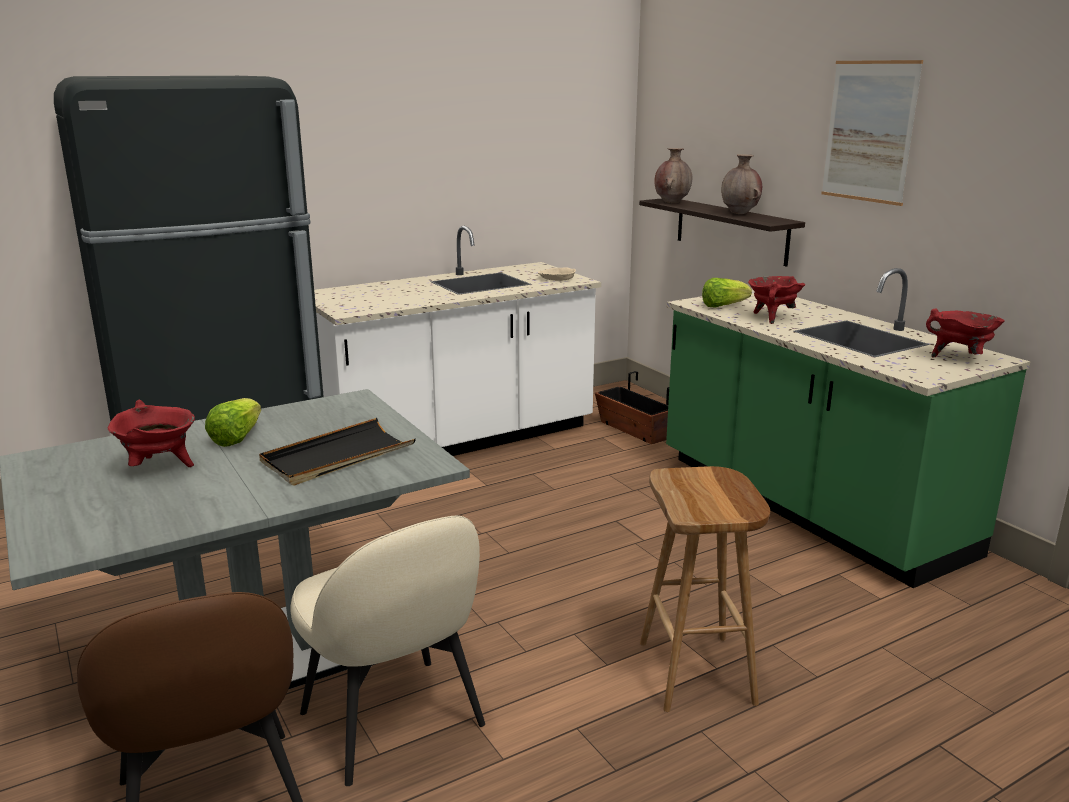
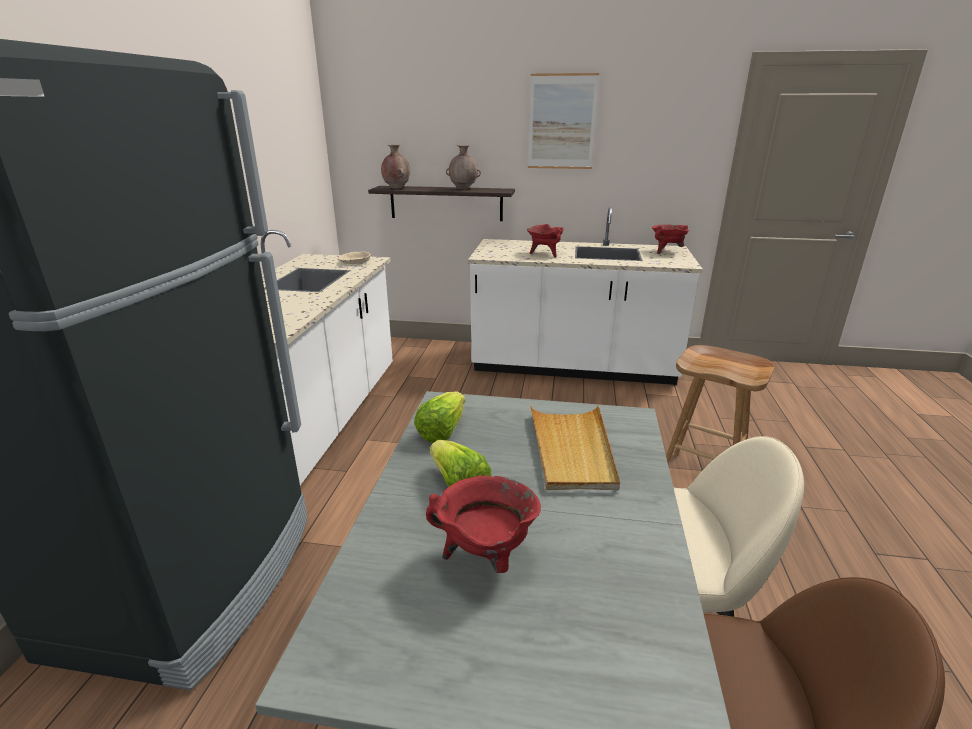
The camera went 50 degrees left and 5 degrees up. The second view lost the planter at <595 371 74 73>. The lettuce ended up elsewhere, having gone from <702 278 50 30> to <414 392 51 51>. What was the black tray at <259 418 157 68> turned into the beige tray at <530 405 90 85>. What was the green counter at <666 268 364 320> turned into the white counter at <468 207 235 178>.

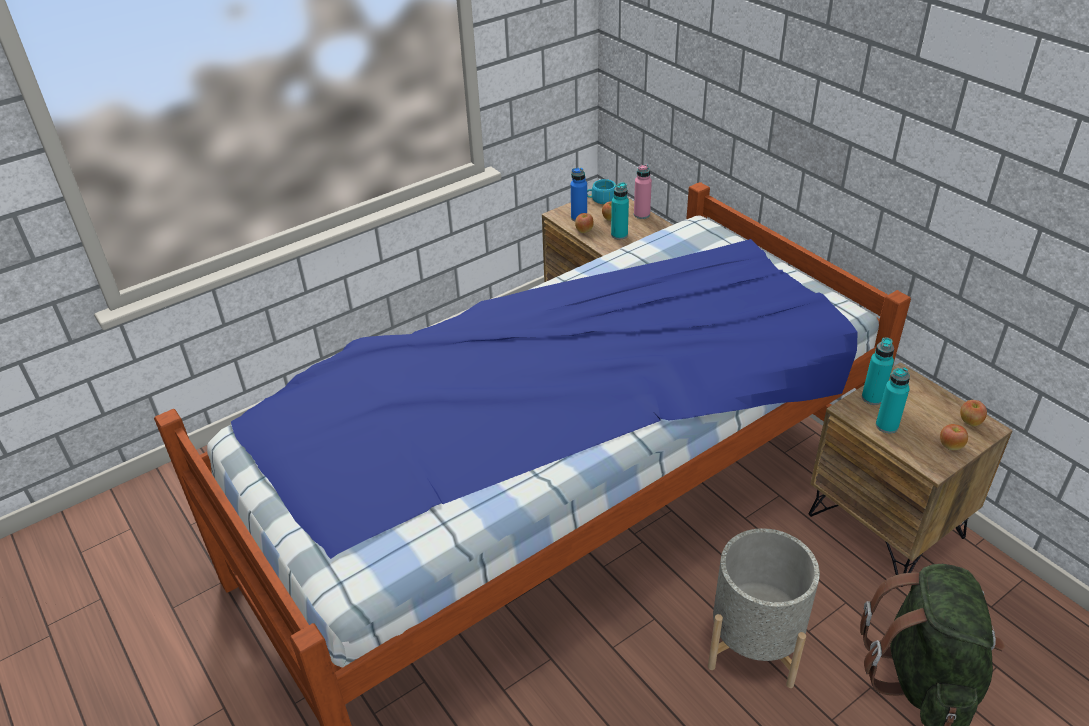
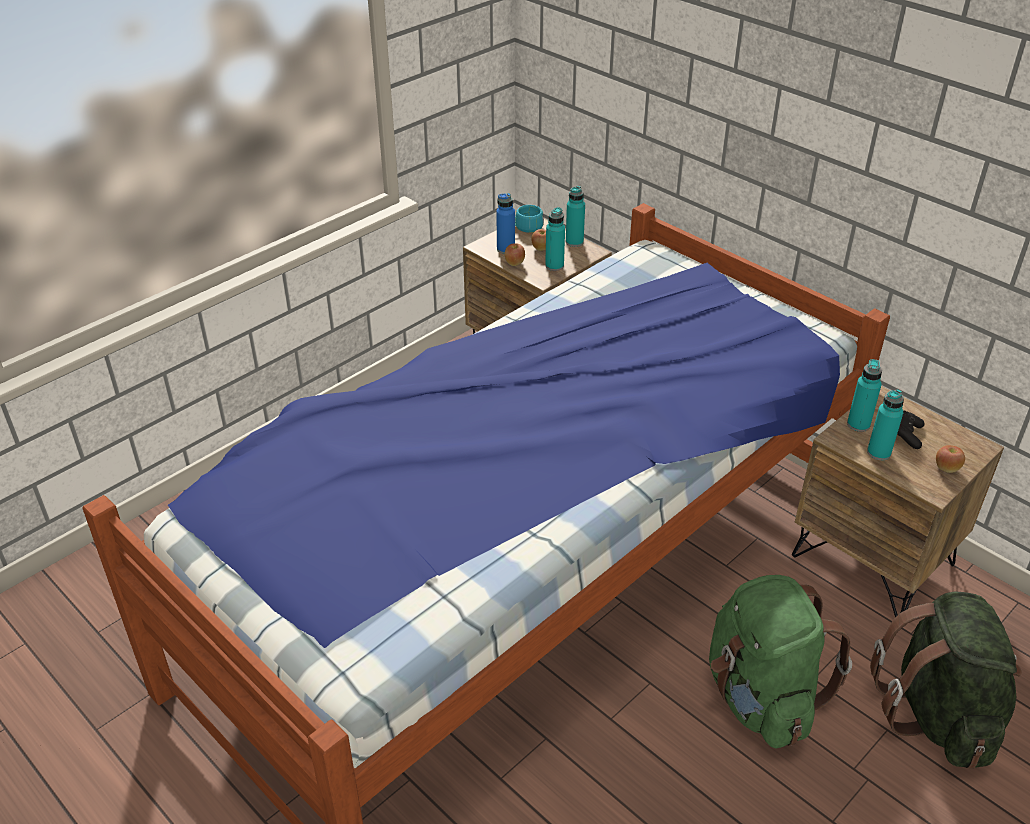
The camera went 10 degrees left and 0 degrees up. The second view lost the apple at <960 400 27 26>. The second view gained the black game controller at <897 410 28 39>. Where the grey planter stood at <708 528 112 160>, the green backpack came to stand at <709 575 143 174>. What was the pink bottle at <634 164 18 55> turned into the turquoise bottle at <566 186 19 61>.

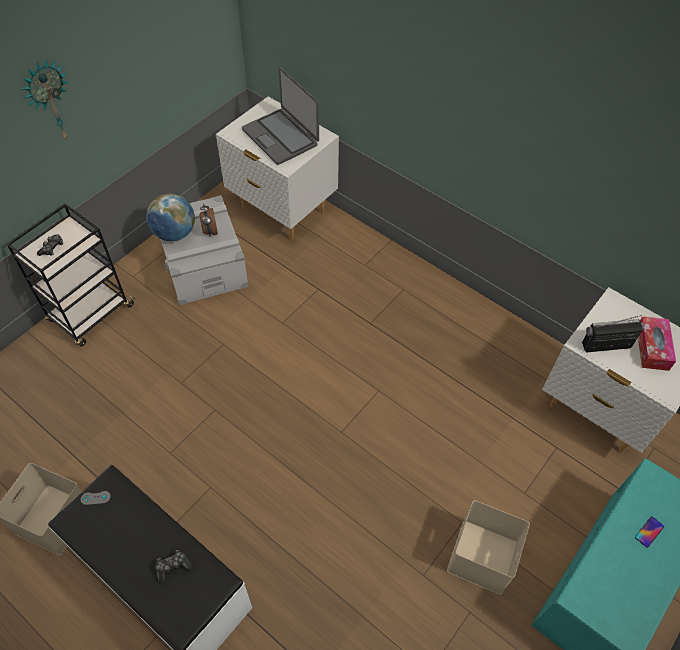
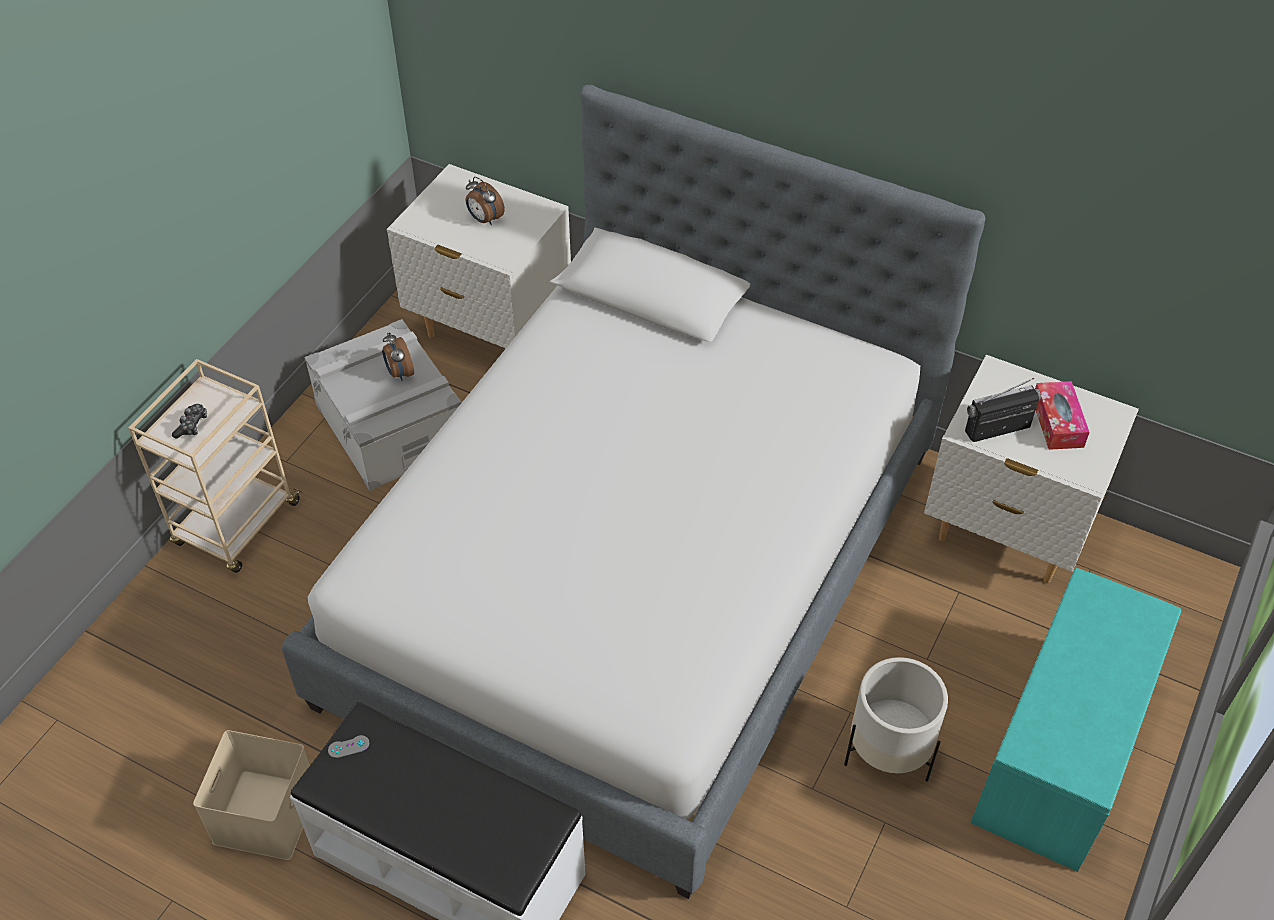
The camera went 10 degrees left and 5 degrees down. The second view lost the wall clock at <22 59 47 82>. The second view lost the globe at <147 194 48 47>. The second view lost the game controller at <155 550 38 34>. The second view lost the phone at <635 516 29 32>. The second view gained the bed at <282 85 703 814>. Where the laptop stood at <242 67 77 98>, the alarm clock came to stand at <466 177 39 48>. Where the beige storage box stood at <447 500 83 95>, the white planter came to stand at <844 657 104 125>. What was the black cart at <7 204 130 142> turned into the beige cart at <128 359 175 214>.

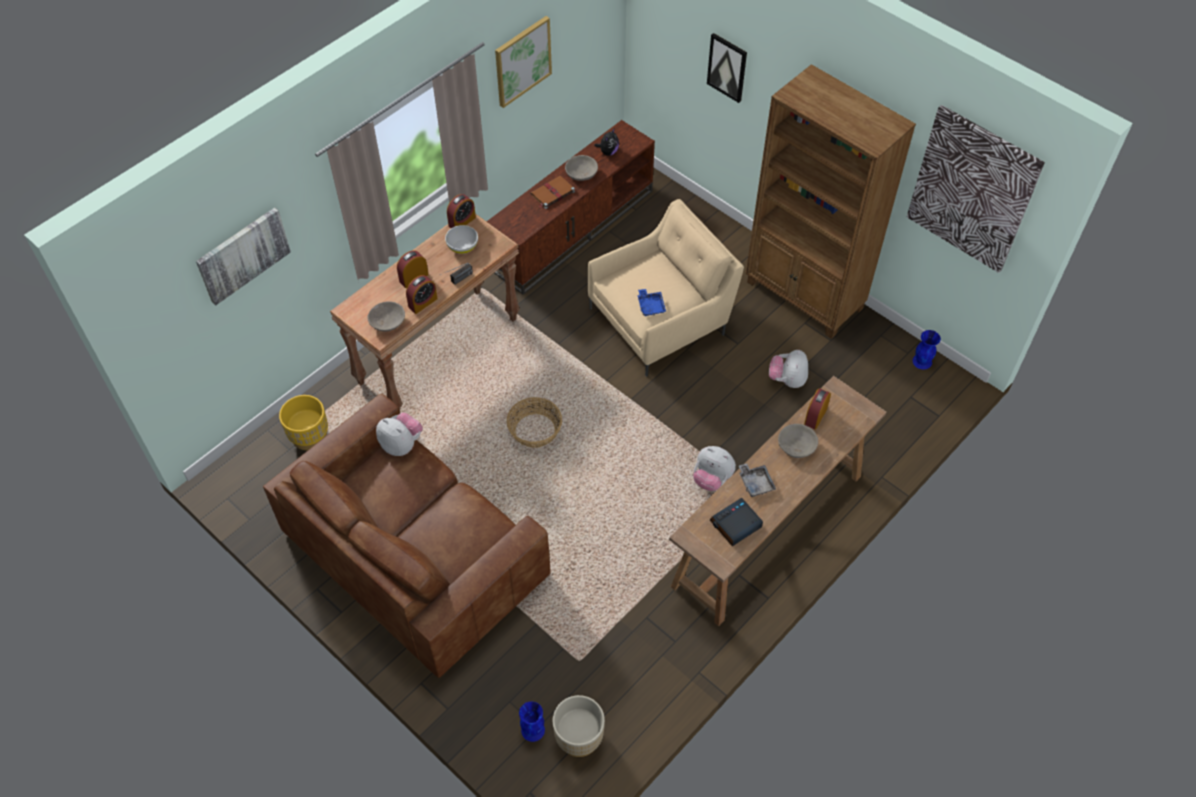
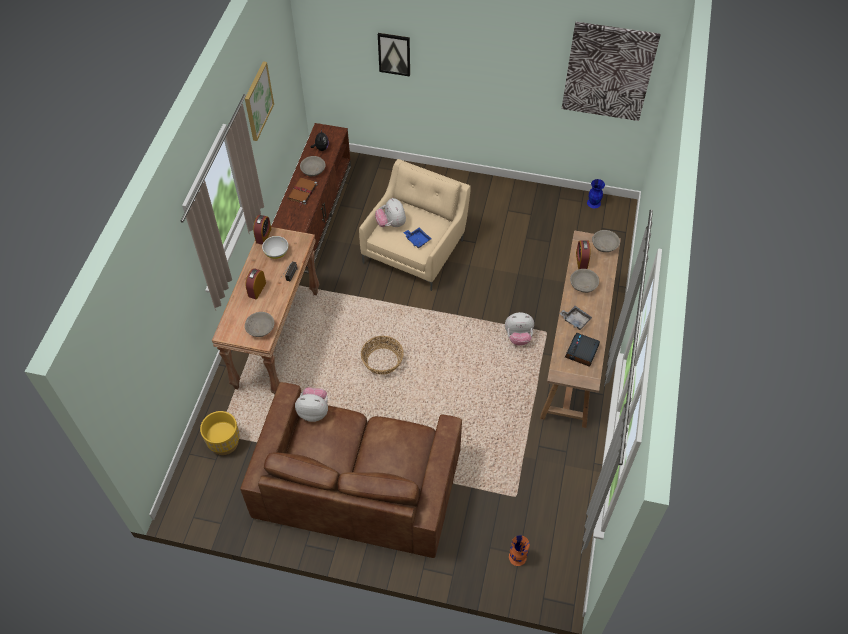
The camera went 30 degrees left and 0 degrees up. The second view lost the picture at <196 207 95 98>. The second view lost the alarm clock at <406 275 32 39>. The second view lost the beige planter at <553 695 52 62>. The second view lost the brown bookcase at <746 64 170 275>. The second view gained the grey bowl at <592 230 28 22>. The plush toy ended up elsewhere, having gone from <769 350 39 38> to <375 198 31 29>. What was the blue vase at <519 701 26 41> turned into the orange vase at <509 536 21 30>.

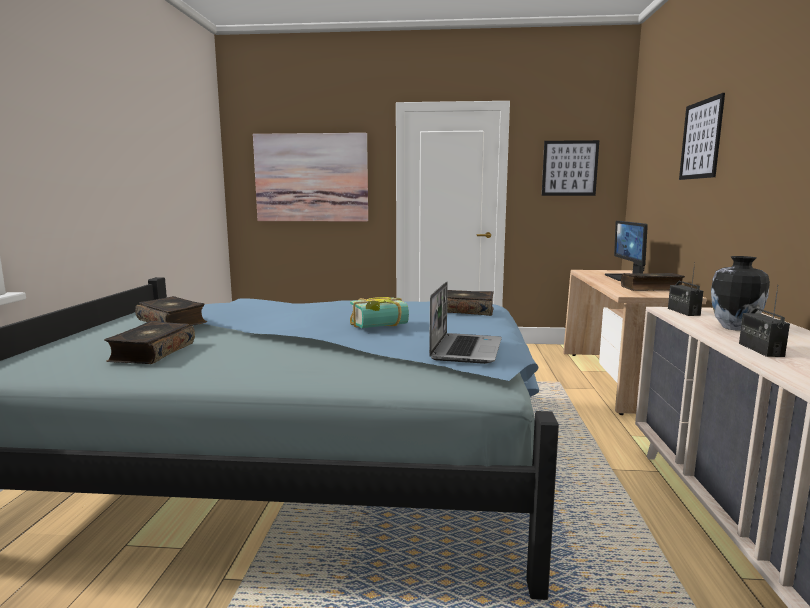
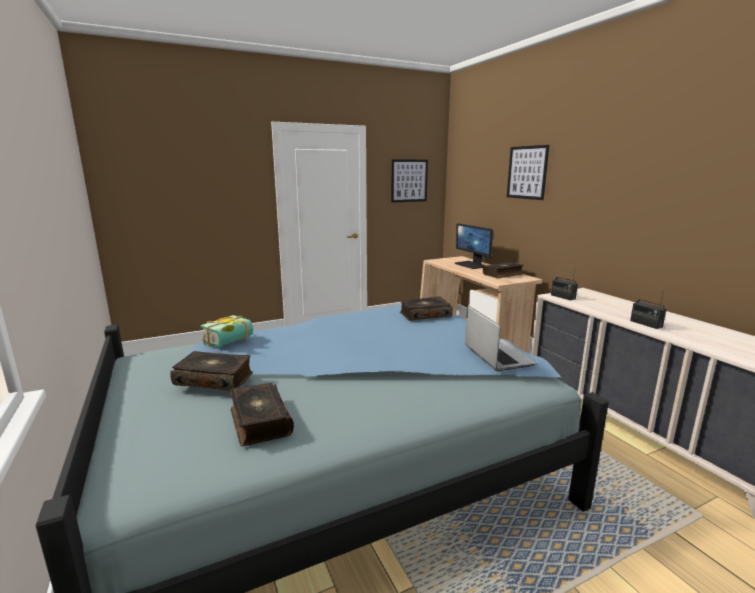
The camera went 30 degrees left and 5 degrees up. The second view lost the picture at <253 133 115 89>. The second view lost the vase at <711 256 59 75>. The book ended up elsewhere, having gone from <350 297 59 31> to <201 315 52 32>.

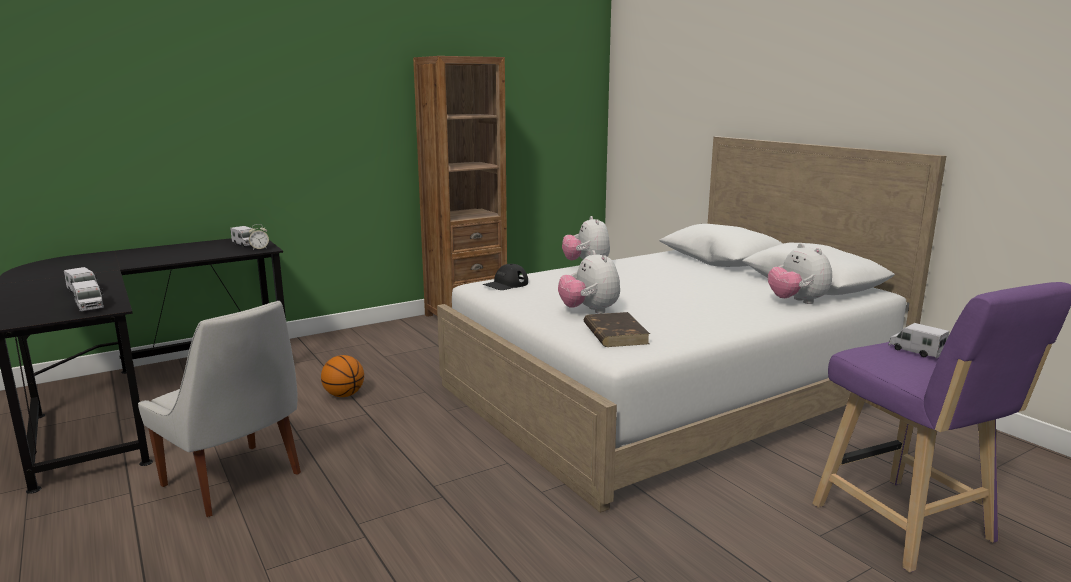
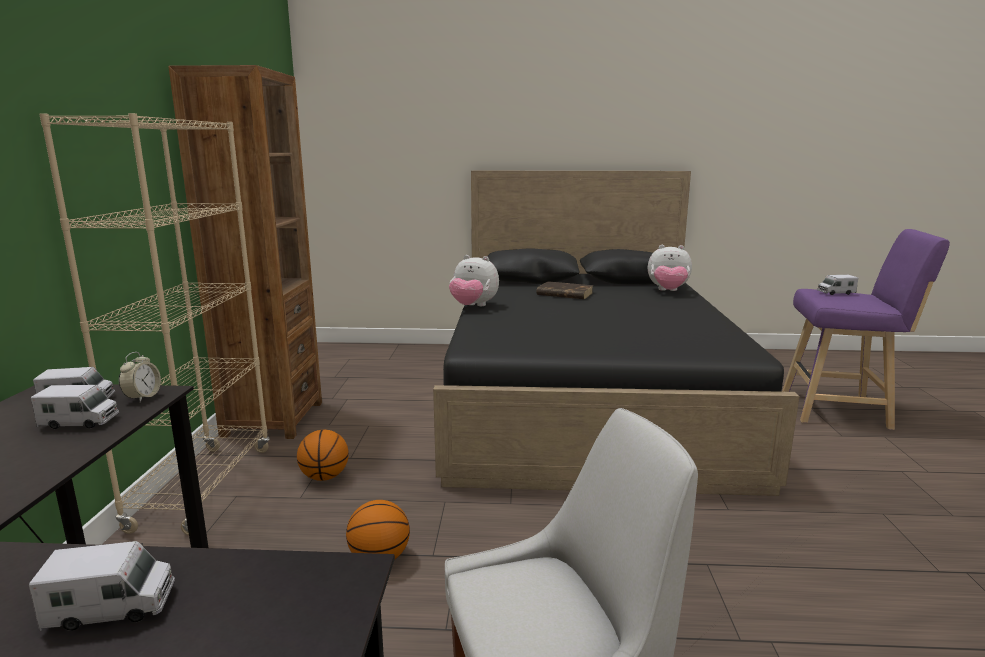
The camera went 55 degrees left and 0 degrees up. The second view lost the black cap at <483 264 45 26>. The second view lost the plush toy at <558 250 62 64>. The second view gained the beige bookcase at <39 113 231 422>. The second view gained the basketball at <297 430 52 51>. The toy truck ended up elsewhere, having gone from <72 280 32 32> to <31 385 88 44>. The brown book ended up elsewhere, having gone from <584 312 66 35> to <536 281 57 18>. What was the white bed at <437 136 509 377> turned into the black bed at <433 171 366 325>.

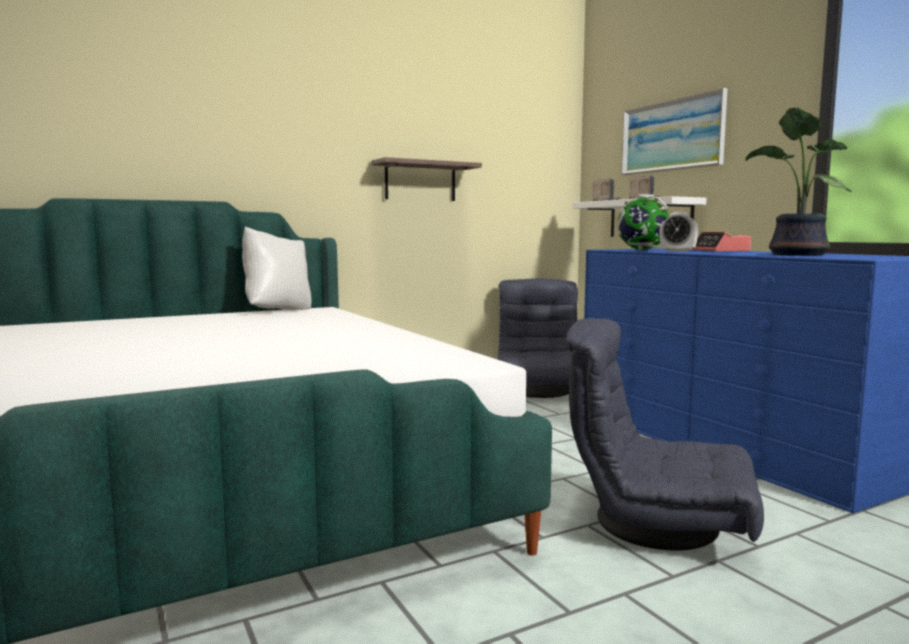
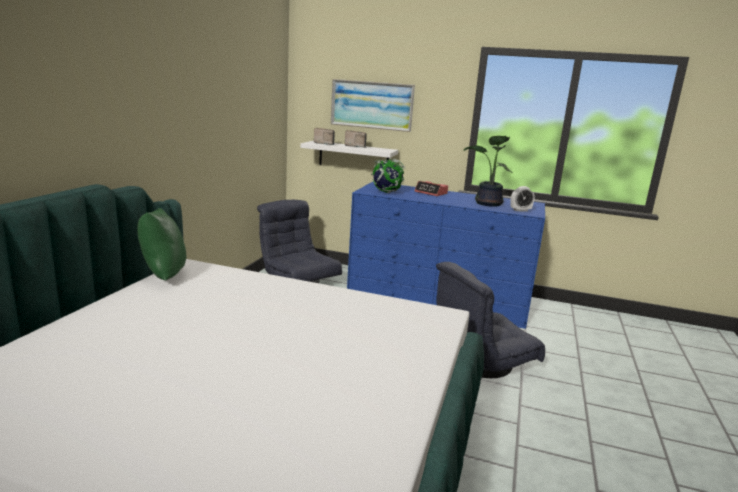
The camera went 45 degrees left and 10 degrees up. The second view lost the shelf at <371 157 111 44>. The alarm clock ended up elsewhere, having gone from <660 212 38 40> to <510 186 25 26>. What was the white pillow at <242 226 69 84> turned into the green pillow at <137 208 50 72>.

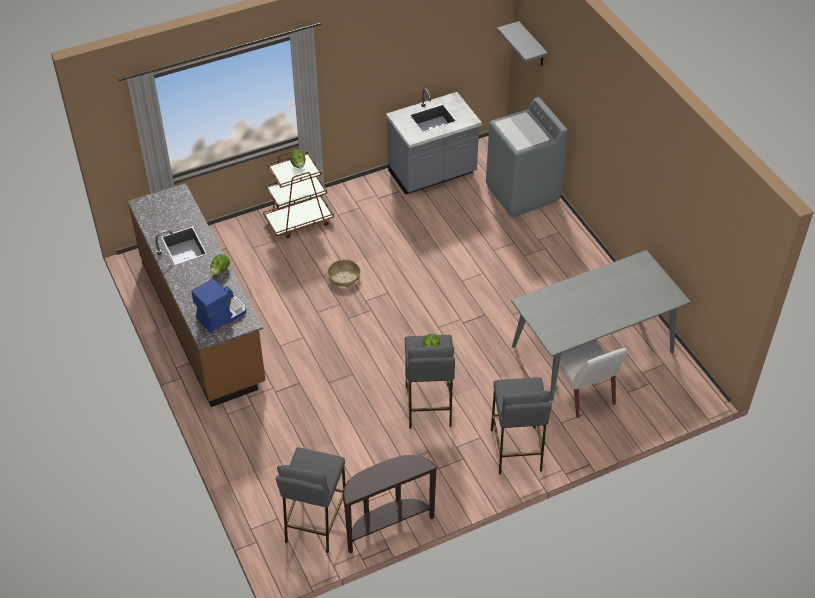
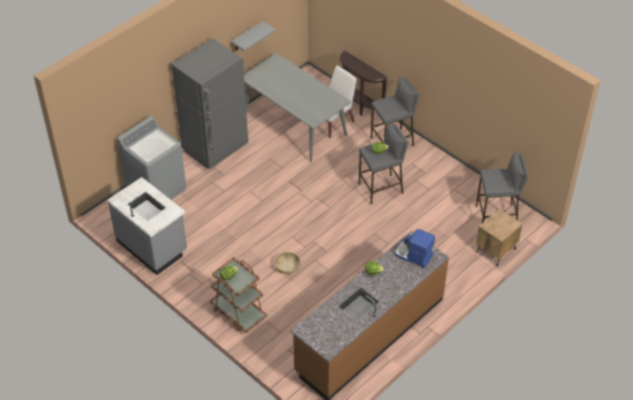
The camera went 110 degrees left and 0 degrees up. The second view gained the grey fridge at <171 39 77 130>. The second view gained the brown nightstand at <476 209 46 57>. The brown console table ended up elsewhere, having gone from <343 455 95 98> to <340 51 47 65>. The grey shelf ended up elsewhere, having gone from <497 21 51 45> to <231 21 45 30>.

